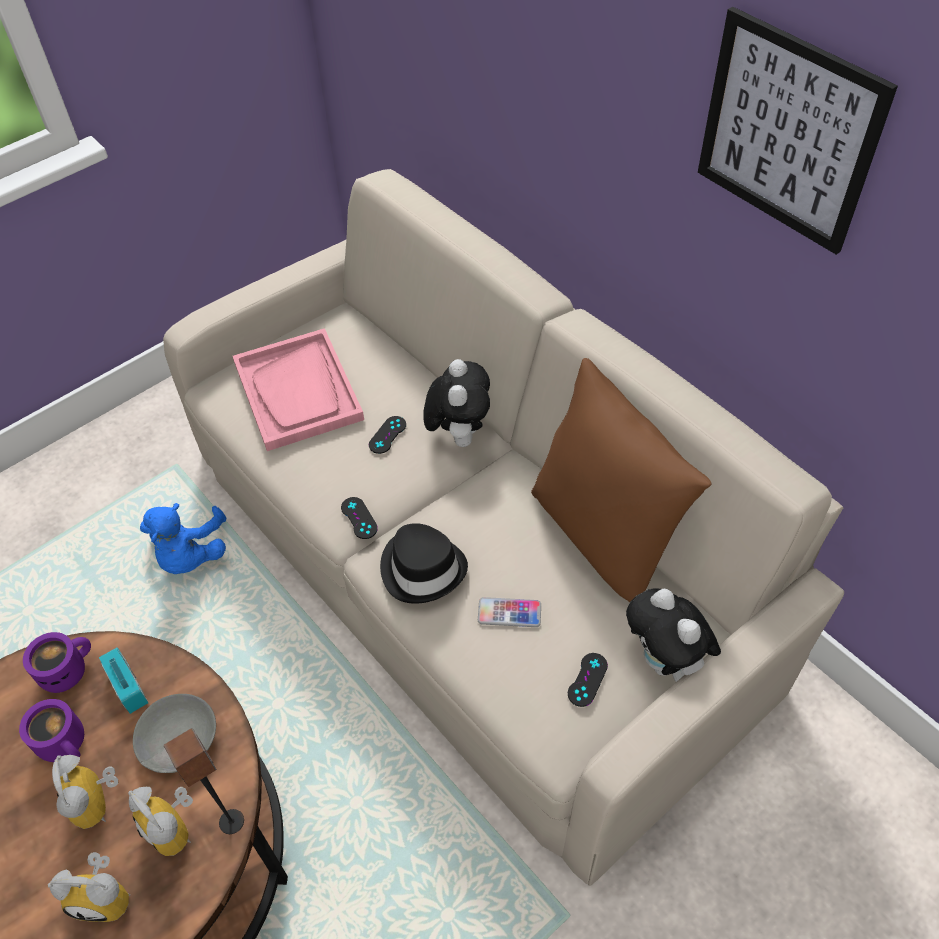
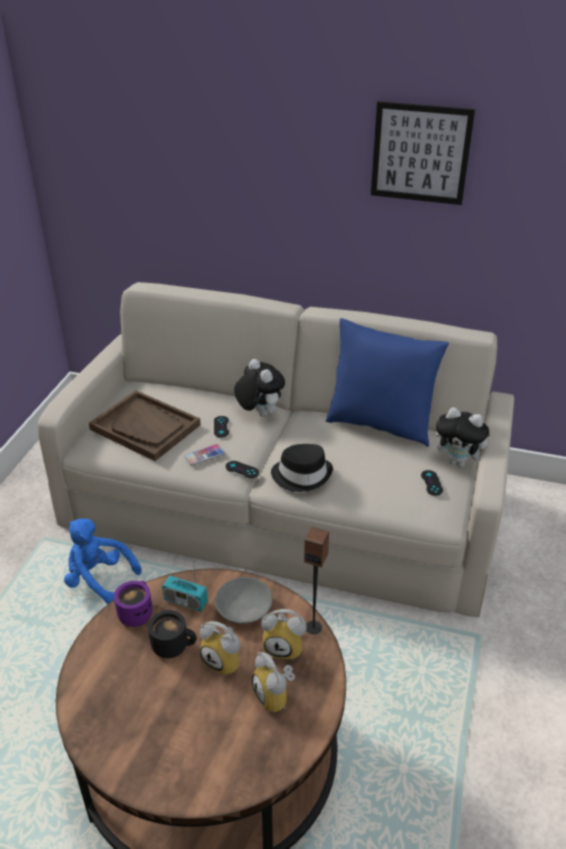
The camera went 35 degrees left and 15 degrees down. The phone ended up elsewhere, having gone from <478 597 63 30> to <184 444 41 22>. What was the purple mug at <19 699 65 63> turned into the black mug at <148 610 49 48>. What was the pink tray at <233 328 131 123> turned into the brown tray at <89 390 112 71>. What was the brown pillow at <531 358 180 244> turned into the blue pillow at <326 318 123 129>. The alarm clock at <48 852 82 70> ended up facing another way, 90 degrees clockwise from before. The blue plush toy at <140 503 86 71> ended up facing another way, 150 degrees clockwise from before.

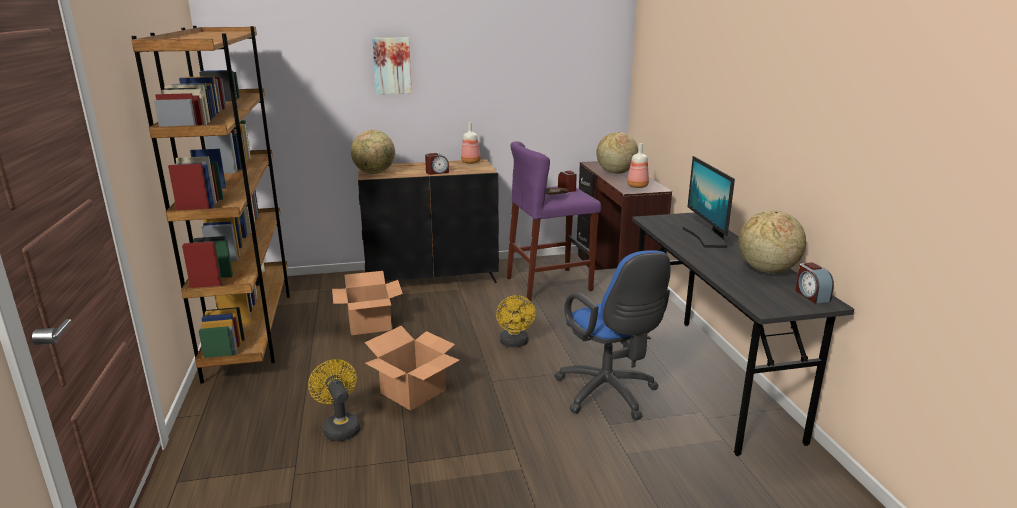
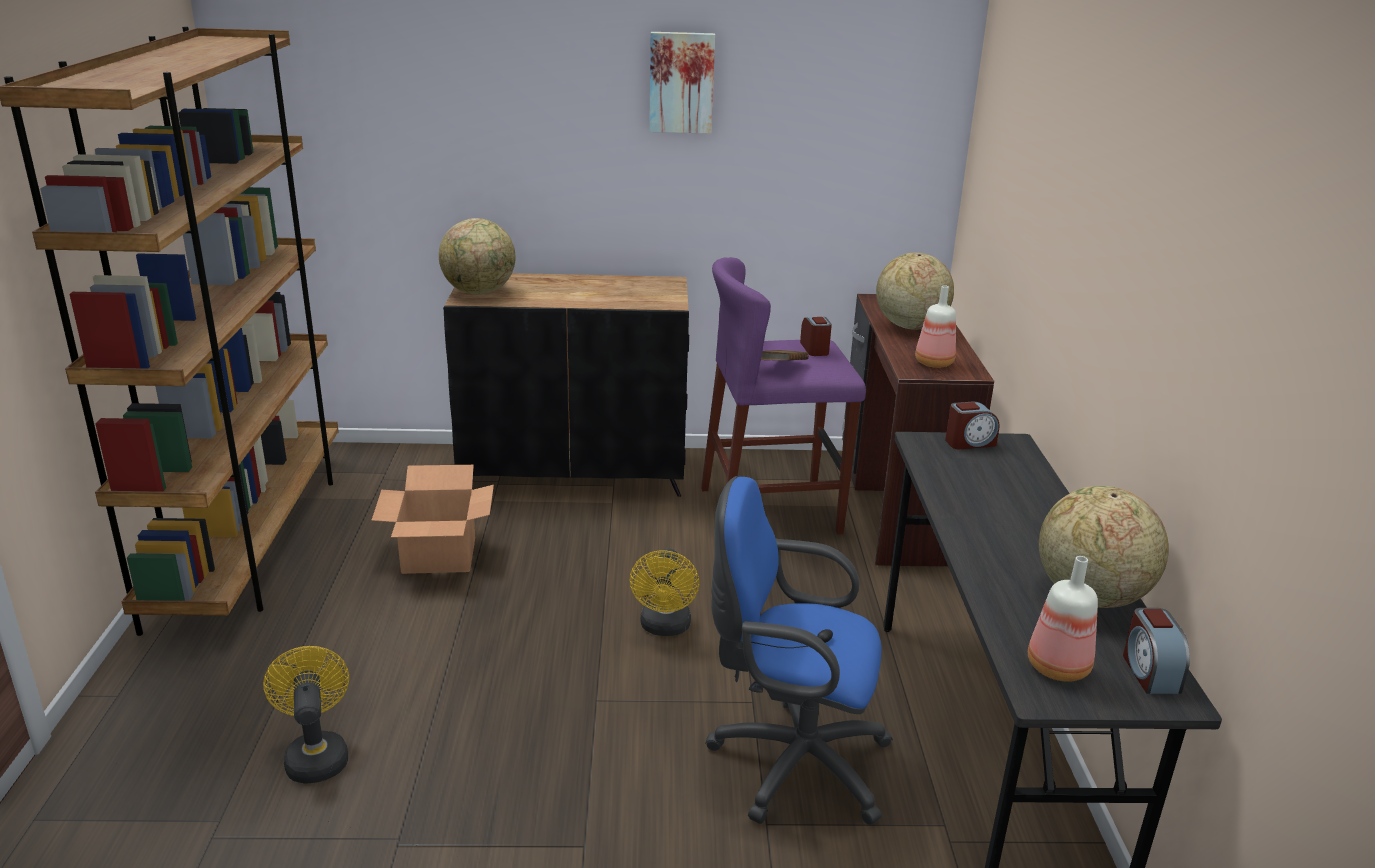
The camera went 10 degrees right and 5 degrees up. The second view lost the cardboard box at <365 326 95 85>. The second view lost the monitor at <682 156 53 92>. The picture ended up elsewhere, having gone from <372 37 40 57> to <649 32 66 102>. The alarm clock ended up elsewhere, having gone from <425 153 24 22> to <945 402 54 47>. The bottle ended up elsewhere, having gone from <461 122 20 42> to <1028 556 70 126>. The blue office chair at <555 251 116 169> ended up facing another way, 120 degrees clockwise from before.

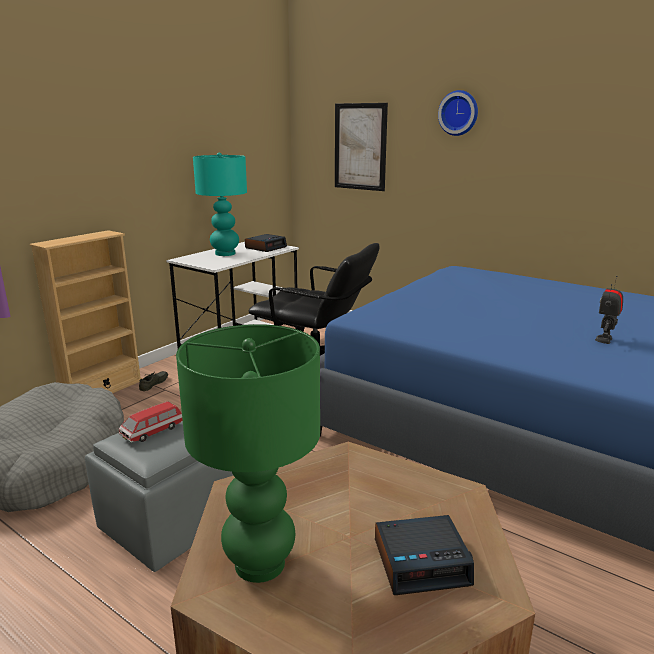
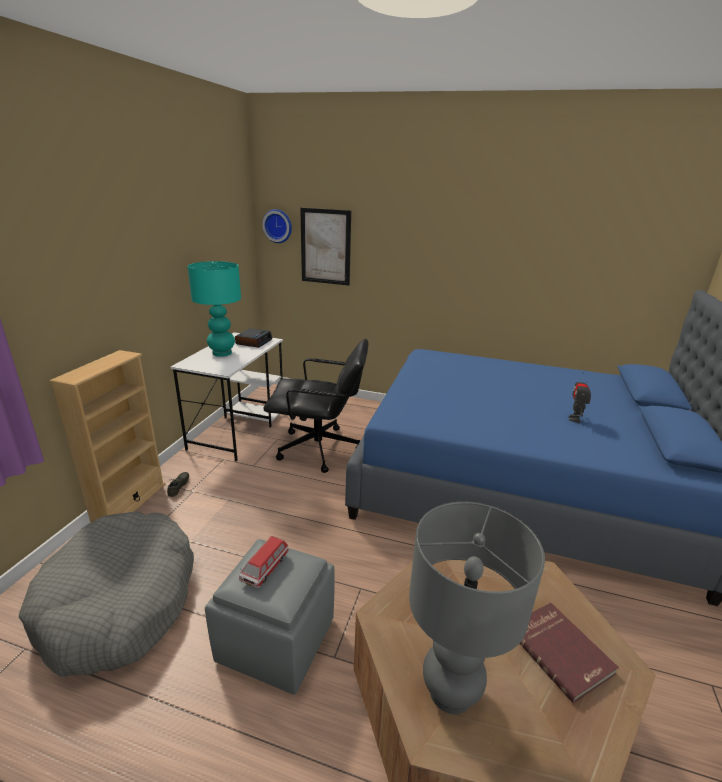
The camera went 20 degrees left and 5 degrees up. The wall clock ended up elsewhere, having gone from <438 90 40 46> to <262 209 30 34>. Where the alarm clock stood at <375 515 99 80>, the red book came to stand at <519 603 100 100>. What was the green table lamp at <176 324 144 259> turned into the grey table lamp at <409 501 136 213>.

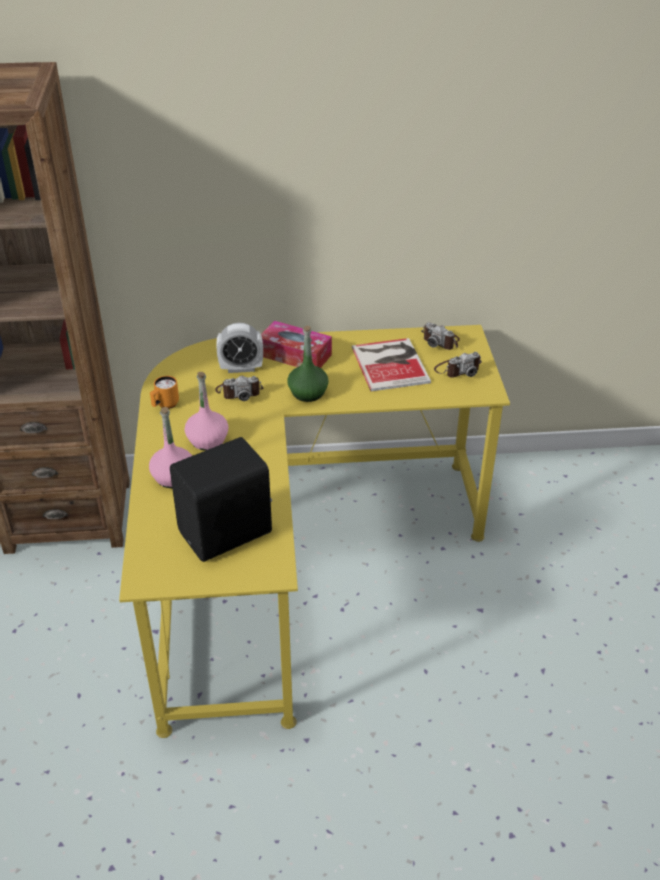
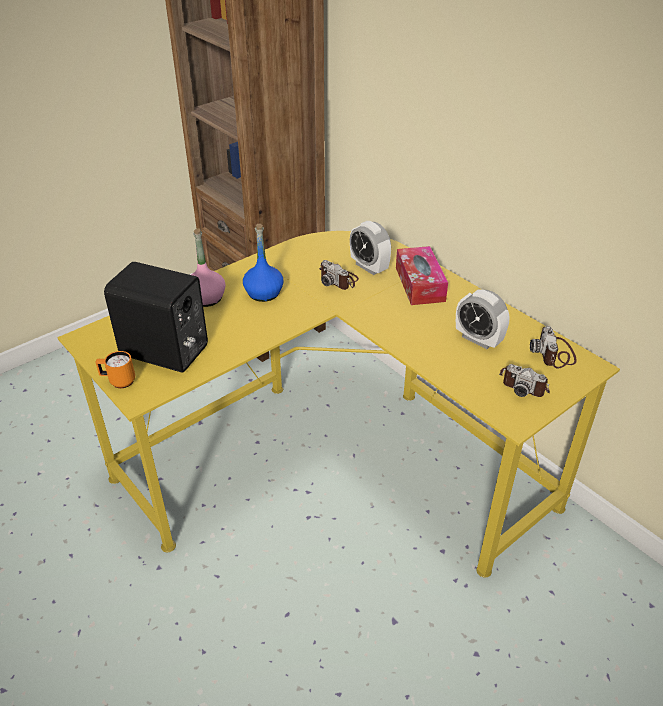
The camera went 55 degrees right and 0 degrees up. The second view lost the green bottle at <287 326 42 76>. The orange mug ended up elsewhere, having gone from <150 376 29 33> to <95 351 40 37>. Where the book stood at <352 338 79 53>, the alarm clock came to stand at <456 289 54 60>. What was the pink bottle at <185 372 44 79> turned into the blue bottle at <243 224 41 78>.

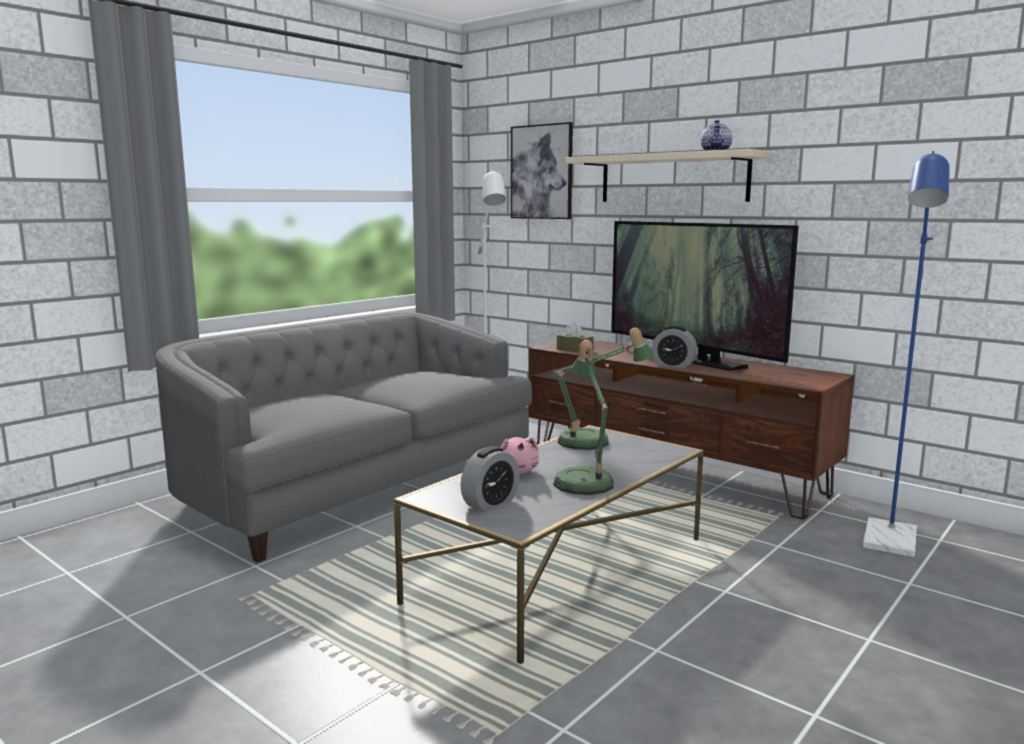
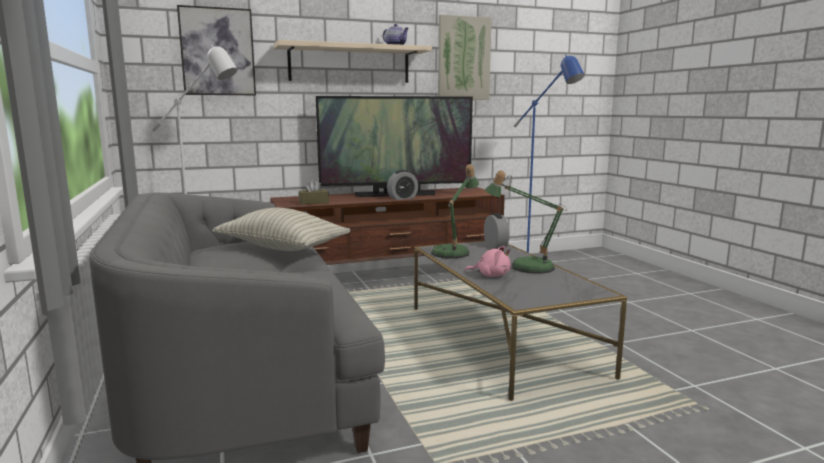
The camera went 60 degrees left and 0 degrees up. The second view gained the pillow at <212 208 138 43>. The second view gained the picture at <438 15 54 85>. The alarm clock ended up elsewhere, having gone from <460 446 60 66> to <484 213 26 35>.

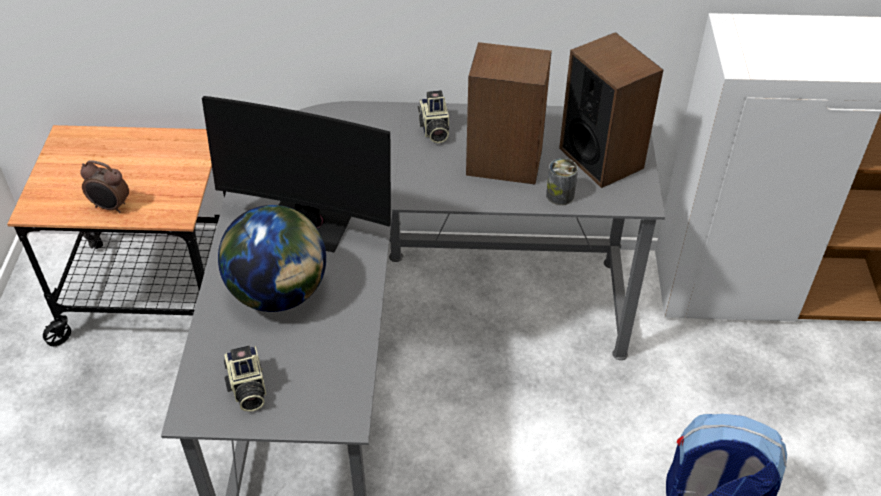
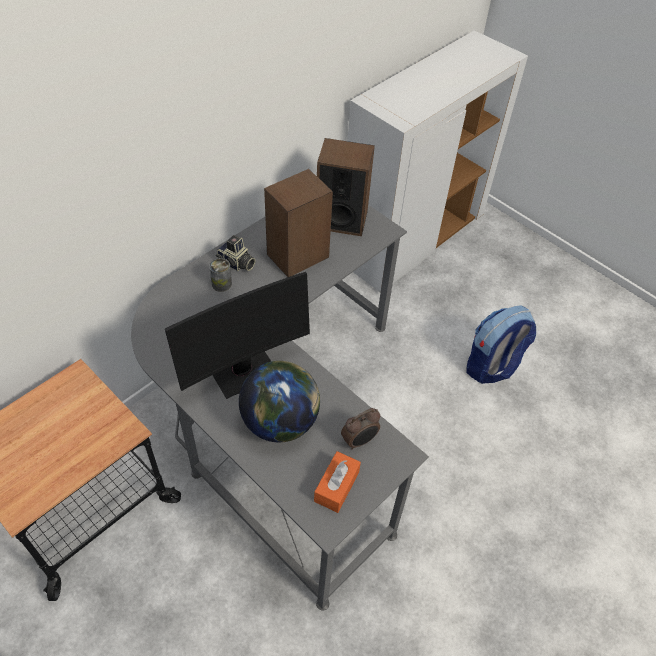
The camera went 50 degrees left and 5 degrees up. The alarm clock ended up elsewhere, having gone from <80 160 49 53> to <341 408 39 42>. The can ended up elsewhere, having gone from <546 158 32 47> to <209 258 23 34>. Where the photo camera stood at <224 345 42 67>, the orange tissue box came to stand at <314 451 47 62>.

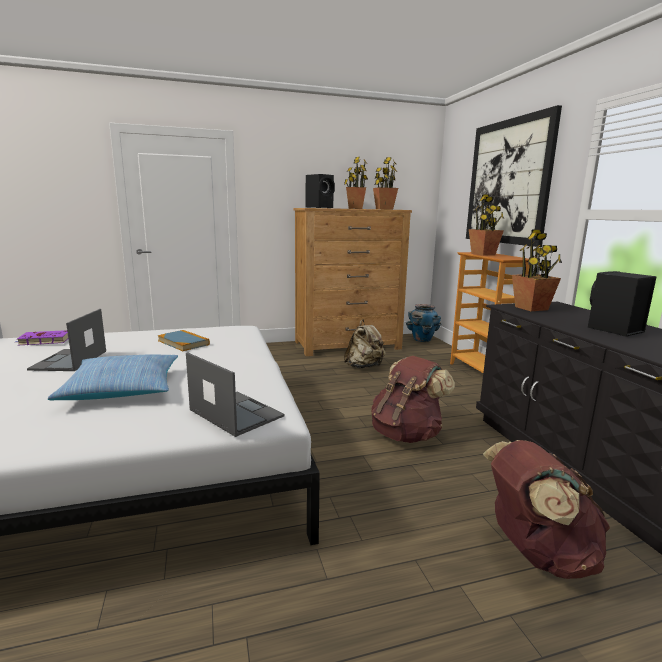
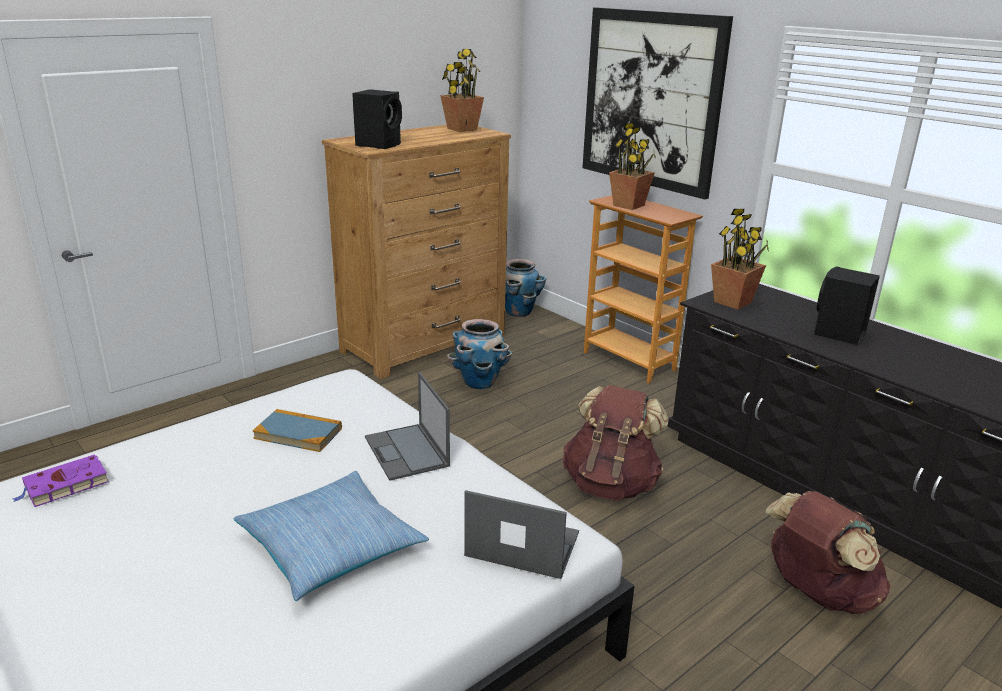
The camera went 25 degrees left and 10 degrees up. The second view lost the potted plant at <344 157 24 52>. The laptop ended up elsewhere, having gone from <27 309 79 62> to <365 372 85 109>. Where the beige backpack stood at <344 319 42 49>, the planter came to stand at <447 319 65 70>.

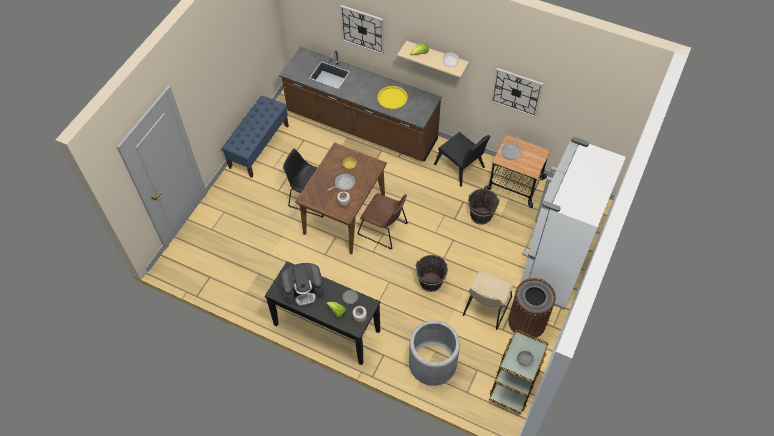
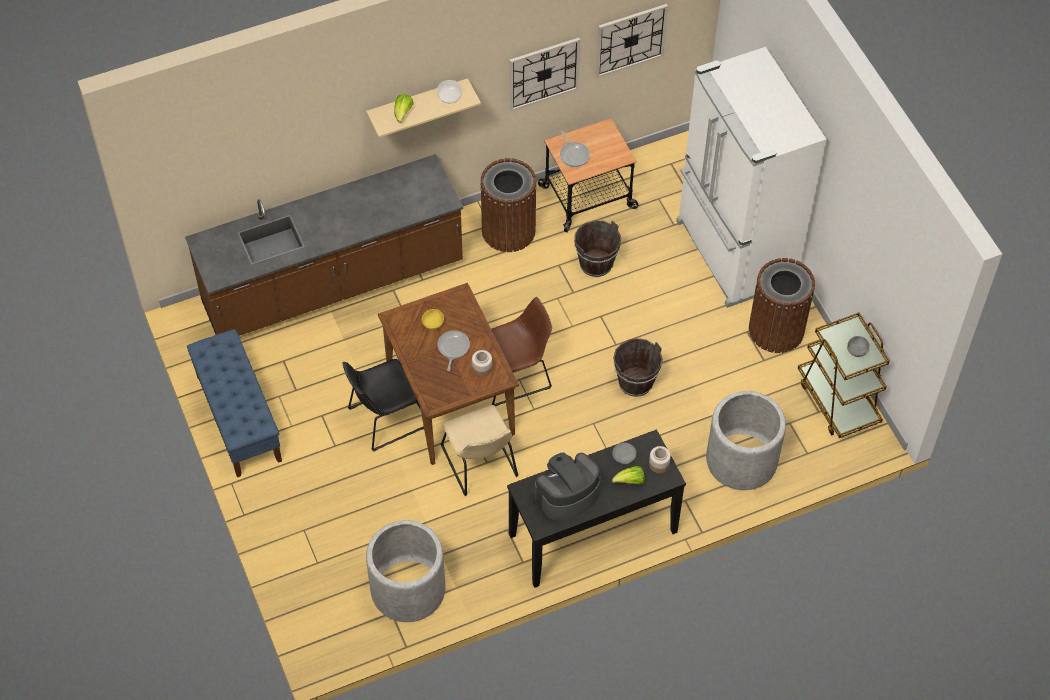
The camera went 50 degrees left and 0 degrees up. The second view lost the yellow tray at <377 86 31 23>. The second view gained the grey planter at <366 520 80 102>. The wall clock ended up elsewhere, having gone from <340 5 44 50> to <596 4 72 74>. The beige chair ended up elsewhere, having gone from <463 270 51 60> to <441 405 78 91>. Where the black chair stood at <434 132 56 55>, the brown trash can came to stand at <480 158 57 94>. The coffee machine at <281 263 44 43> ended up facing another way, 150 degrees counterclockwise from before.

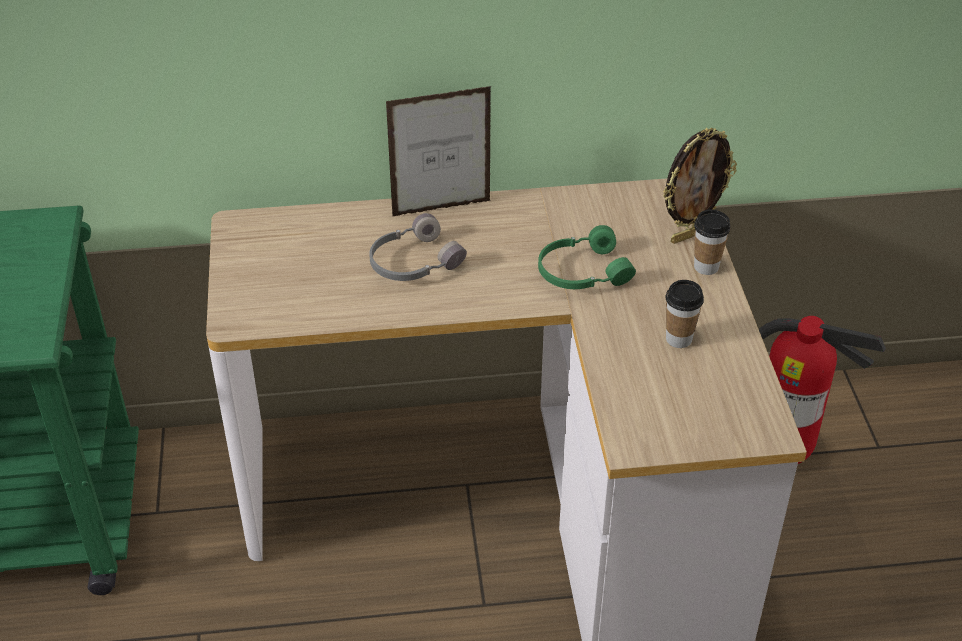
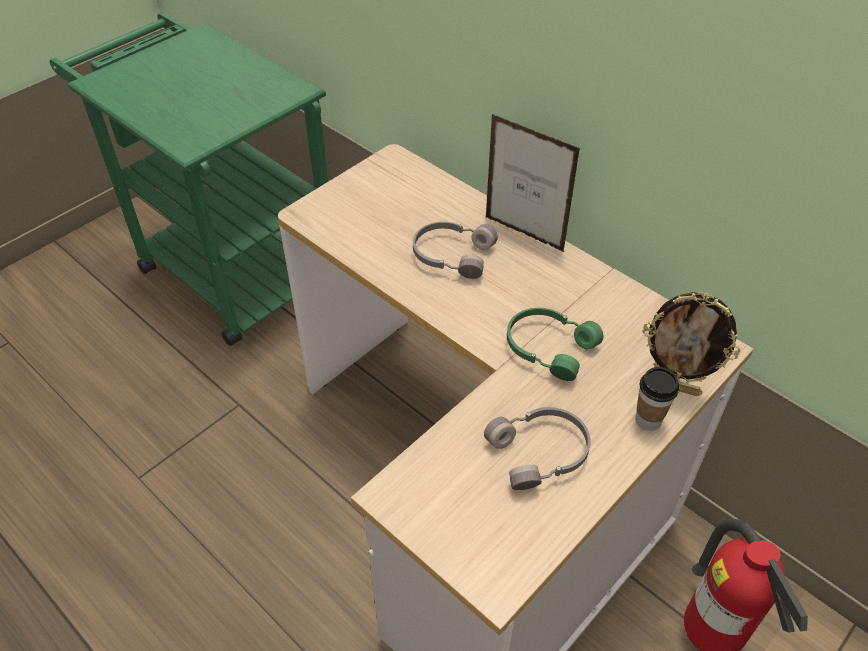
The camera went 50 degrees right and 5 degrees up. Where the cup stood at <665 280 39 68>, the grey headphones came to stand at <484 407 107 83>.

